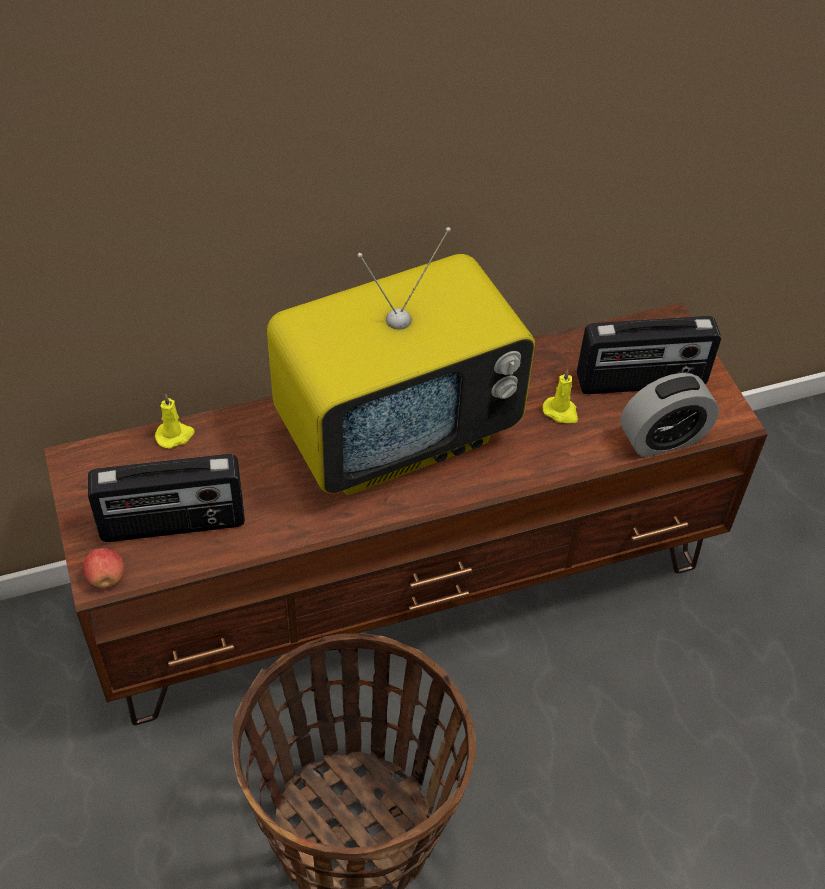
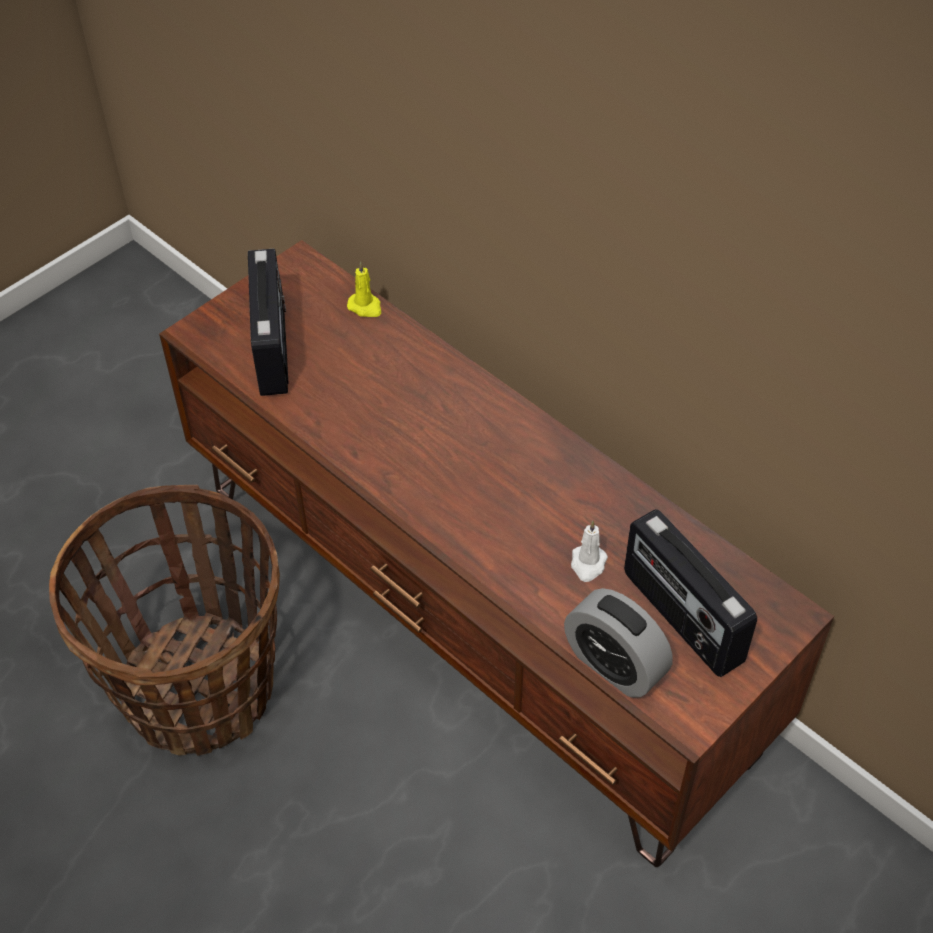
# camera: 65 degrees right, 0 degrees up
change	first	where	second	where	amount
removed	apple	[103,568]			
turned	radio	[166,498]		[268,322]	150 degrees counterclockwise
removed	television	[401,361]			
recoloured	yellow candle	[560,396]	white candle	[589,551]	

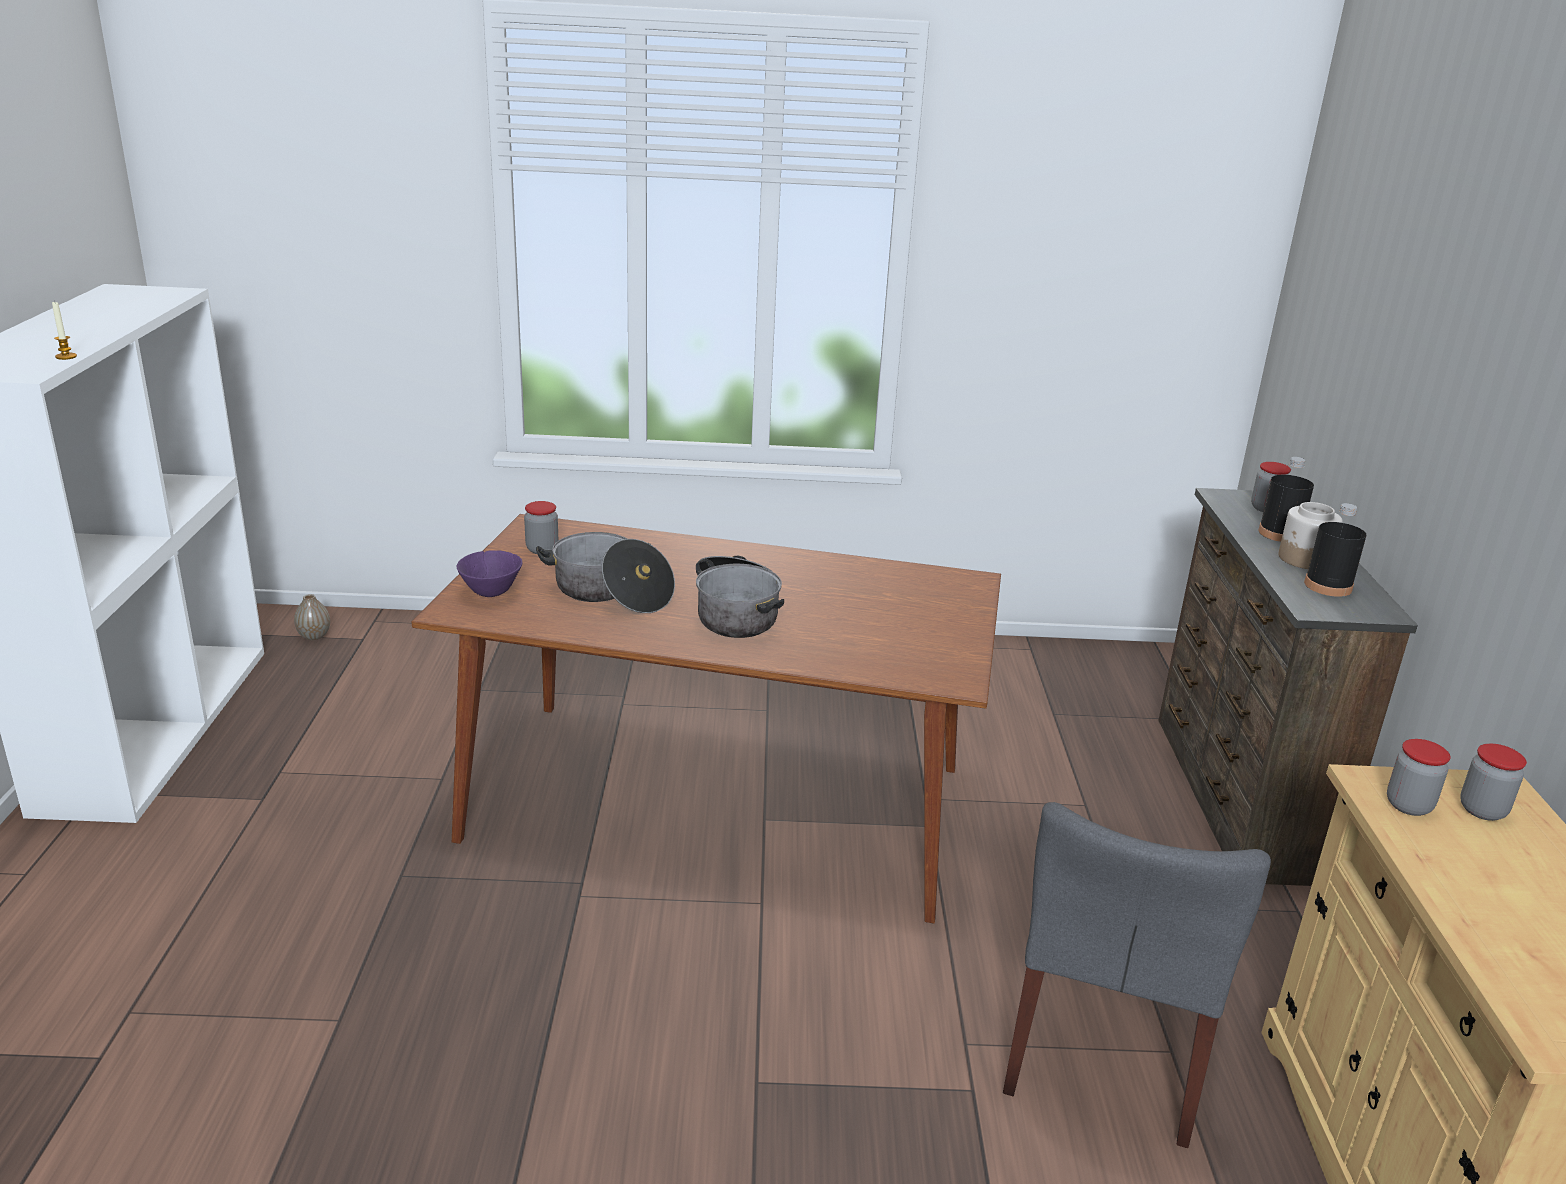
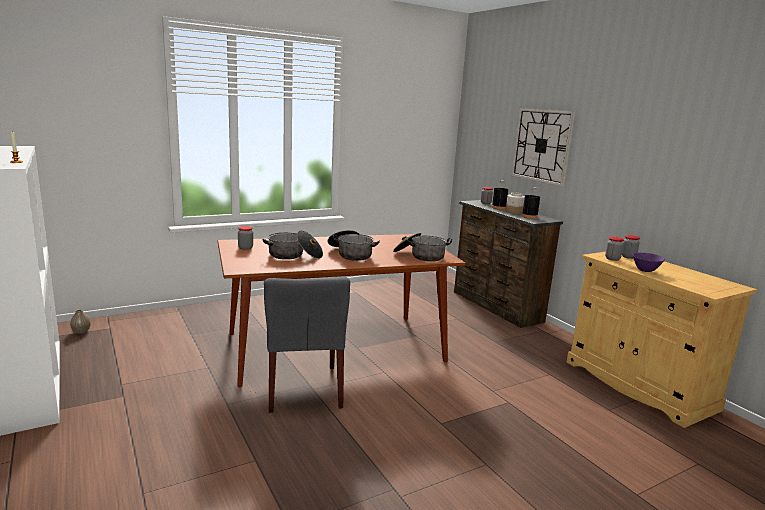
# camera: 30 degrees left, 10 degrees down
change	first	where	second	where	amount
moved	purple bowl	[490,573]		[648,262]	
moved	grey chair	[1137,975]		[307,345]	
added			cooking pot	[422,247]	
added			wall clock	[543,147]	

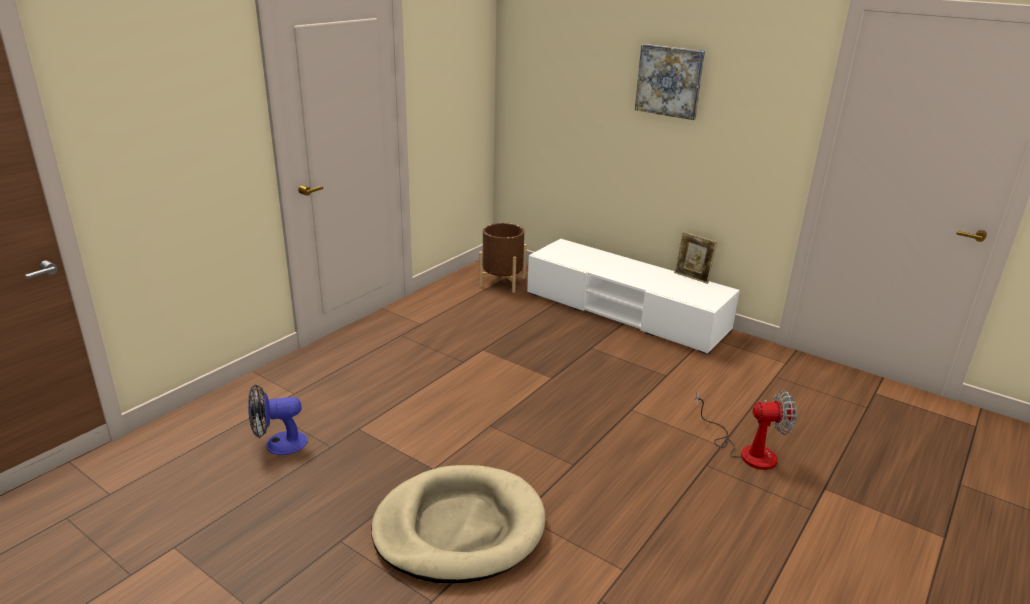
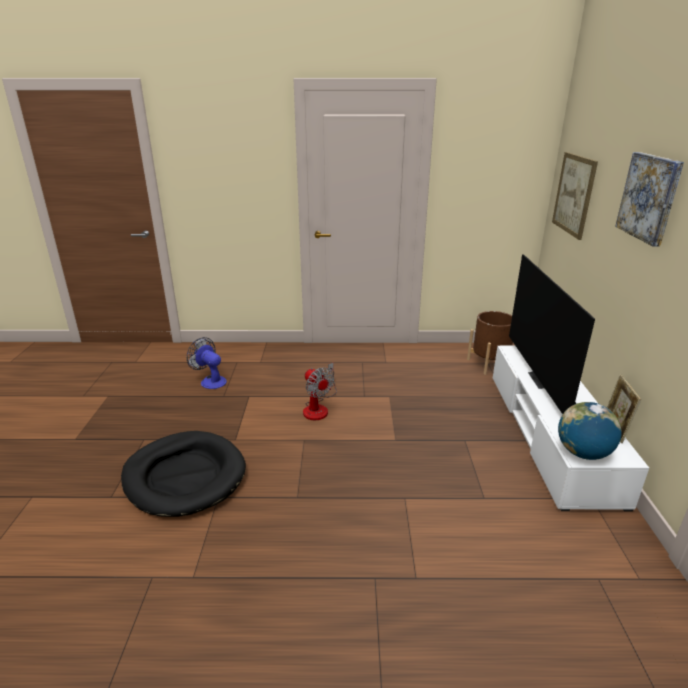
# camera: 55 degrees right, 0 degrees up
change	first	where	second	where	amount
recoloured	beige dog bed	[458,524]	black dog bed	[183,474]	
moved	fan	[746,430]		[320,391]	
added			television	[552,334]	
added			picture	[575,196]	
added			globe	[590,431]	

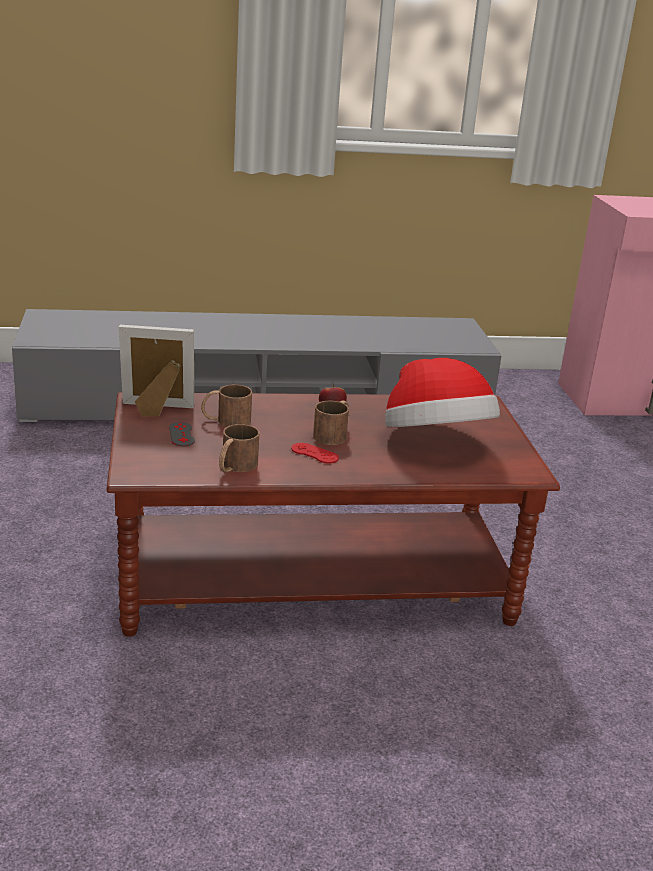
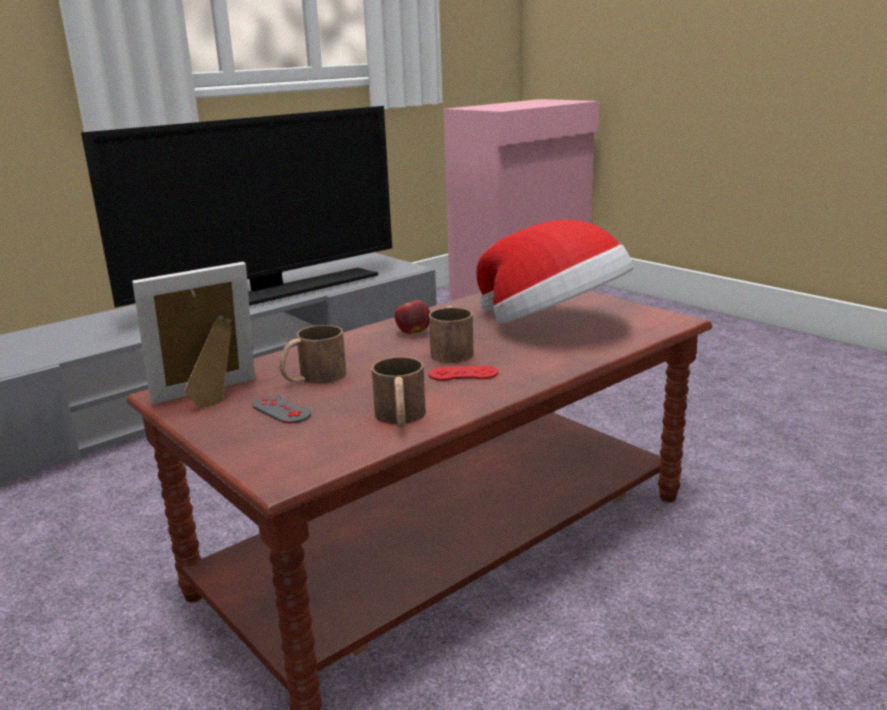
# camera: 30 degrees left, 5 degrees down
change	first	where	second	where	amount
added			television	[236,206]	

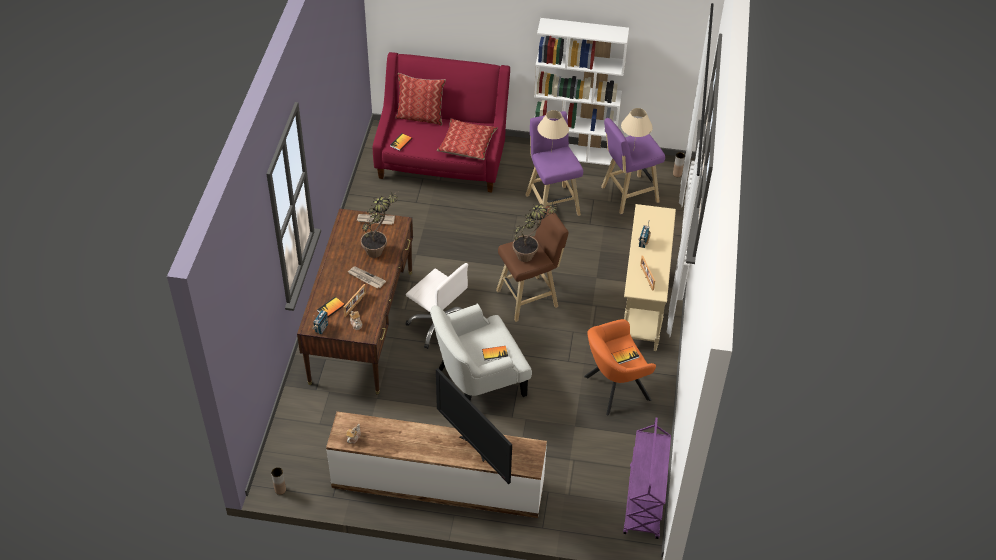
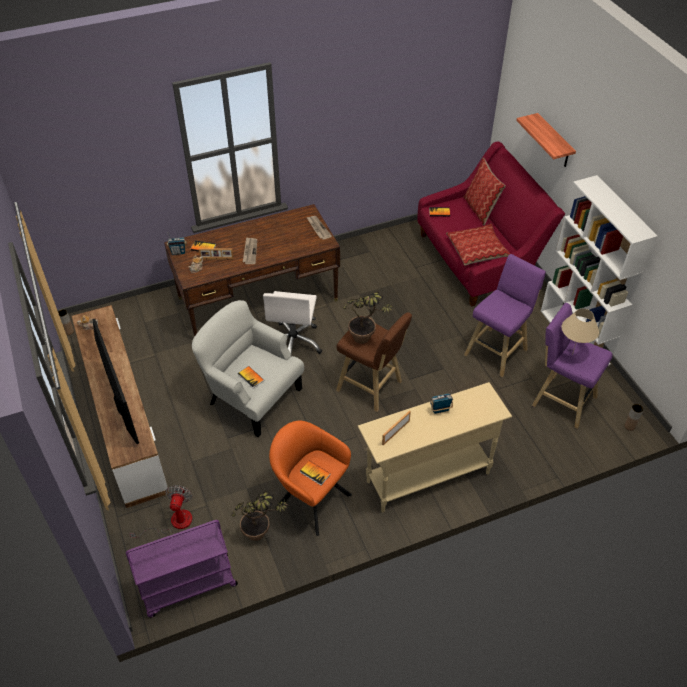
# camera: 60 degrees right, 0 degrees up
change	first	where	second	where	amount
moved	potted plant	[379,225]		[260,516]	
turned	television	[474,426]		[115,381]	135 degrees clockwise
removed	beige table lamp	[553,131]			
added			fan	[161,512]	
added			shelf	[546,140]	

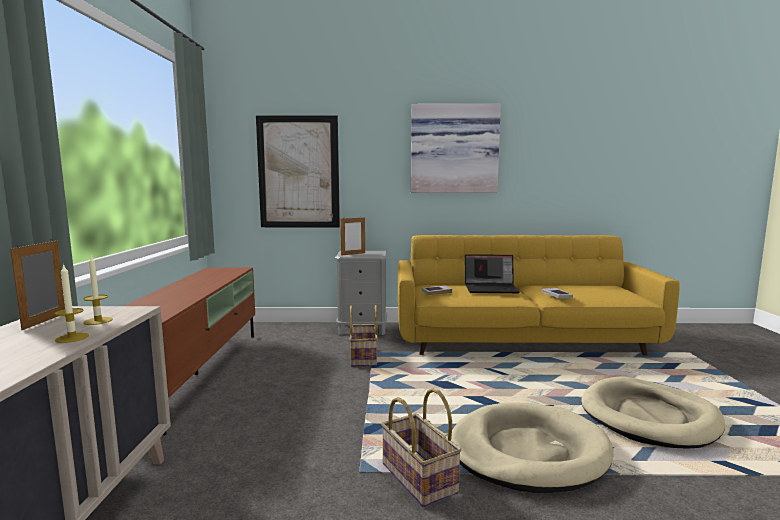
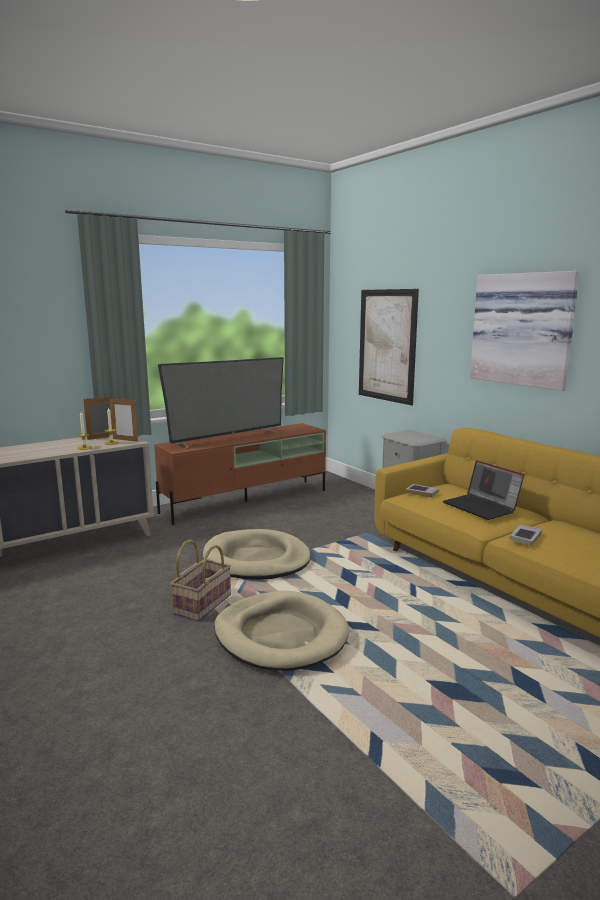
# camera: 55 degrees right, 5 degrees up
change	first	where	second	where	amount
moved	picture frame	[352,236]		[124,419]	
removed	basket	[364,336]			
moved	beige dog bed	[653,413]		[257,554]	
added			television	[221,403]	

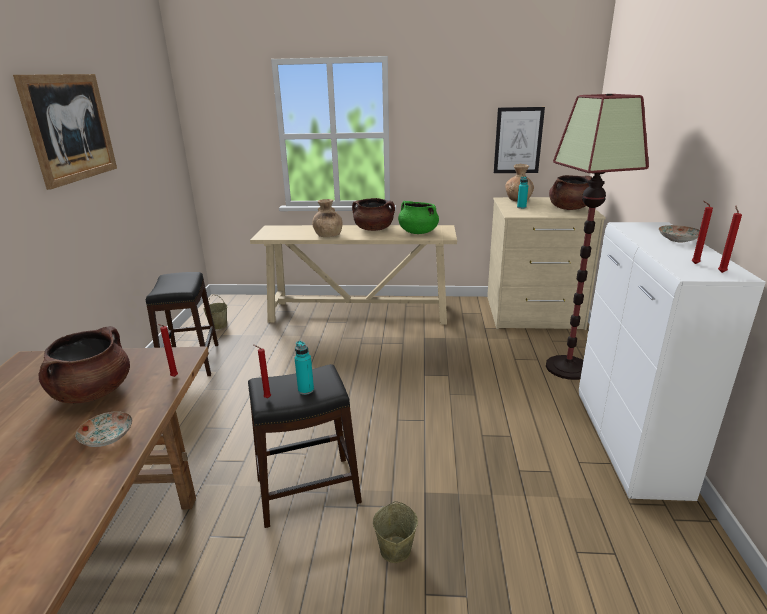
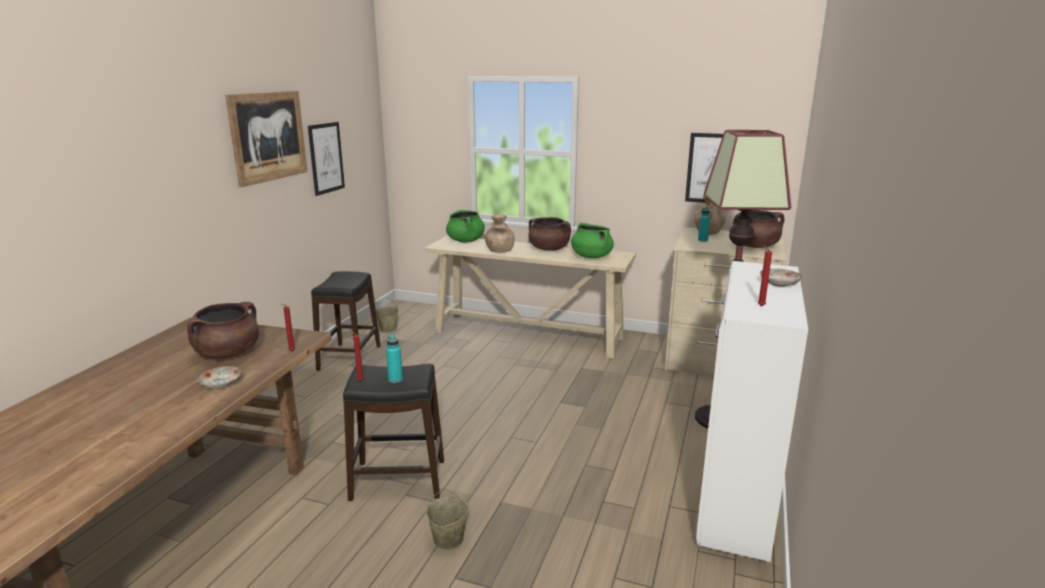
# camera: 15 degrees right, 5 degrees down
change	first	where	second	where	amount
removed	red candle	[730,239]			
added			picture	[326,159]	
added			green cooking pot	[465,226]	

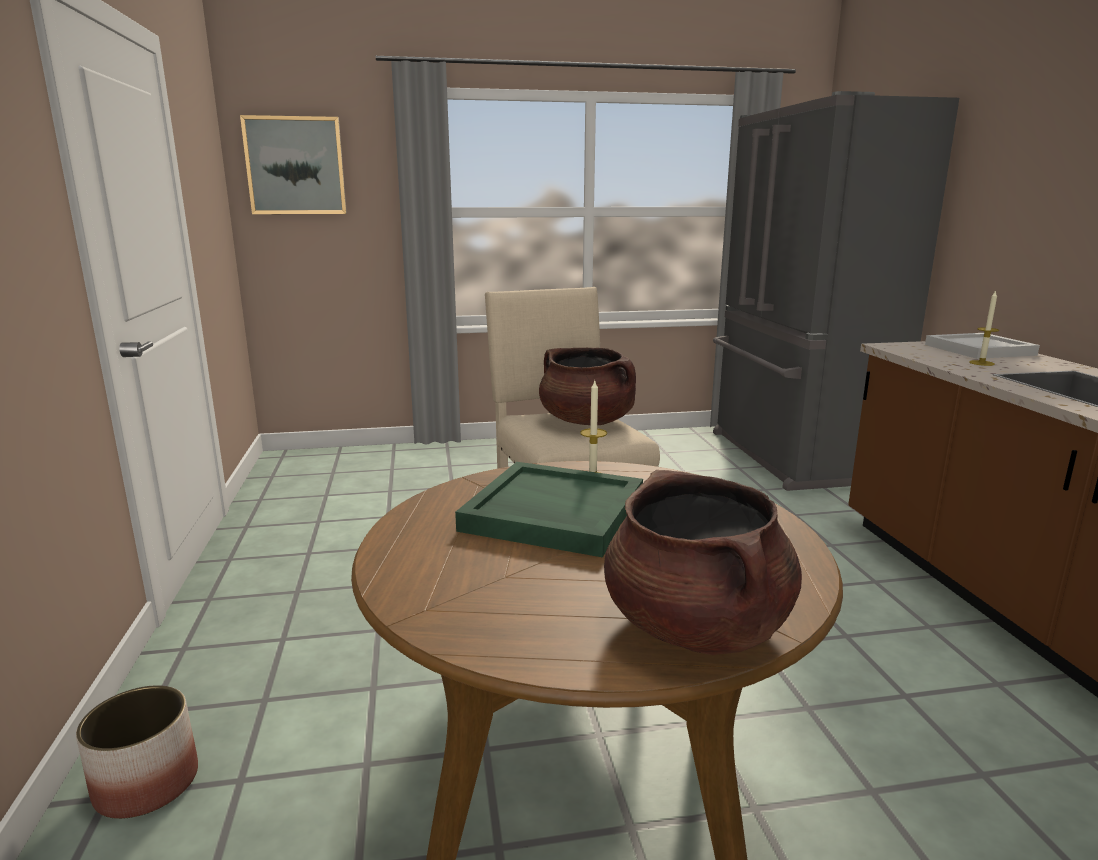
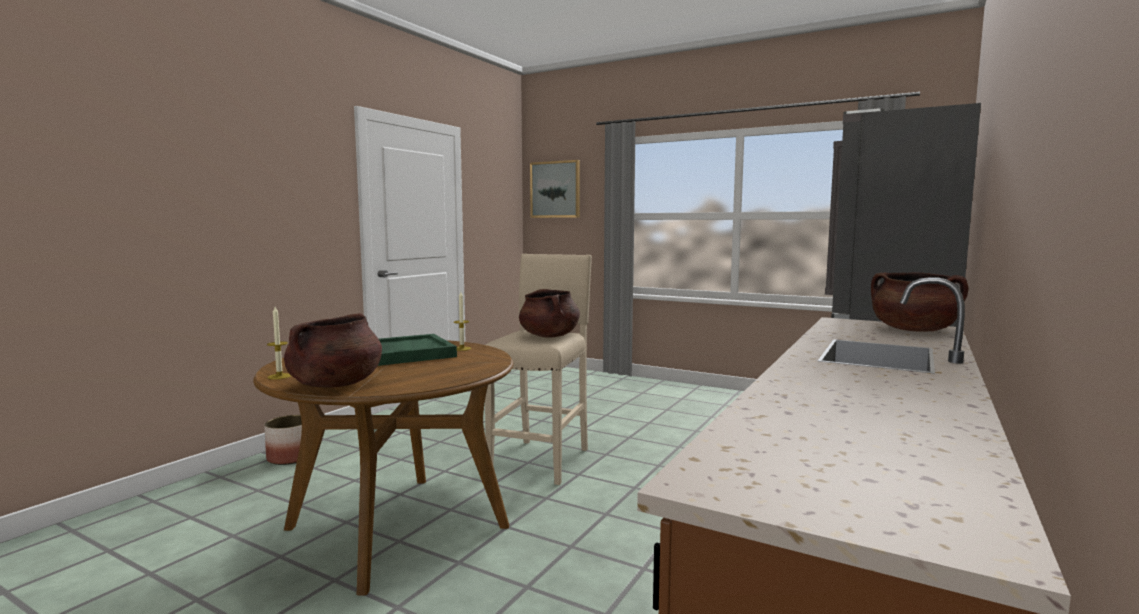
# camera: 40 degrees right, 10 degrees down
change	first	where	second	where	amount
replaced	white tray	[982,346]	brown cooking pot	[919,302]	
moved	candle	[984,328]		[279,343]	

